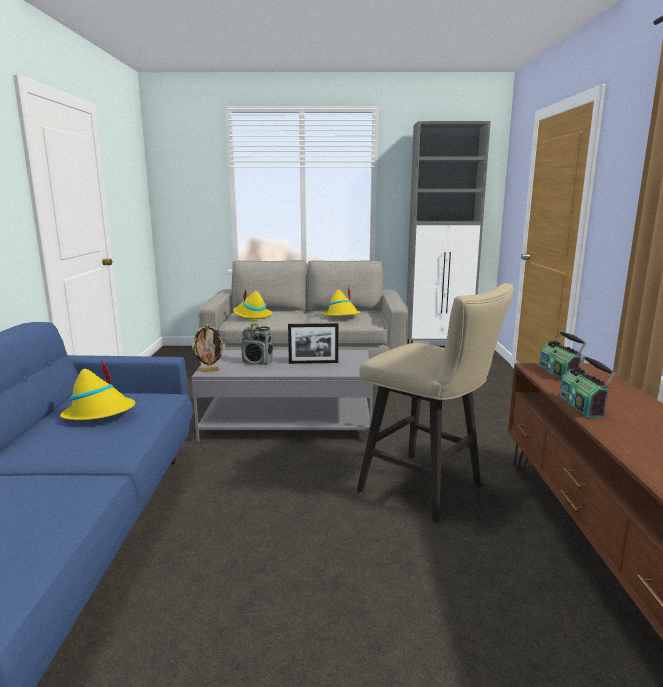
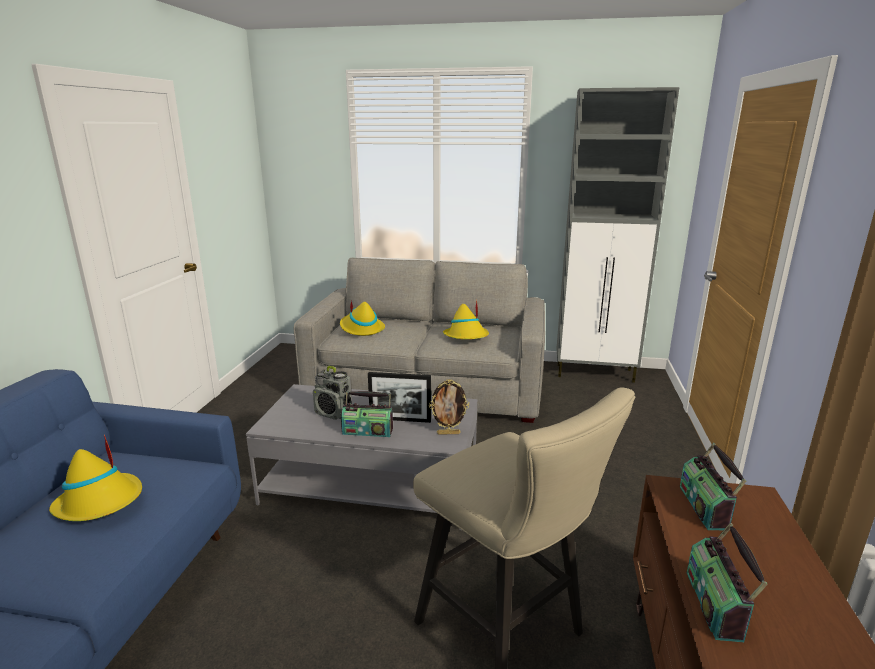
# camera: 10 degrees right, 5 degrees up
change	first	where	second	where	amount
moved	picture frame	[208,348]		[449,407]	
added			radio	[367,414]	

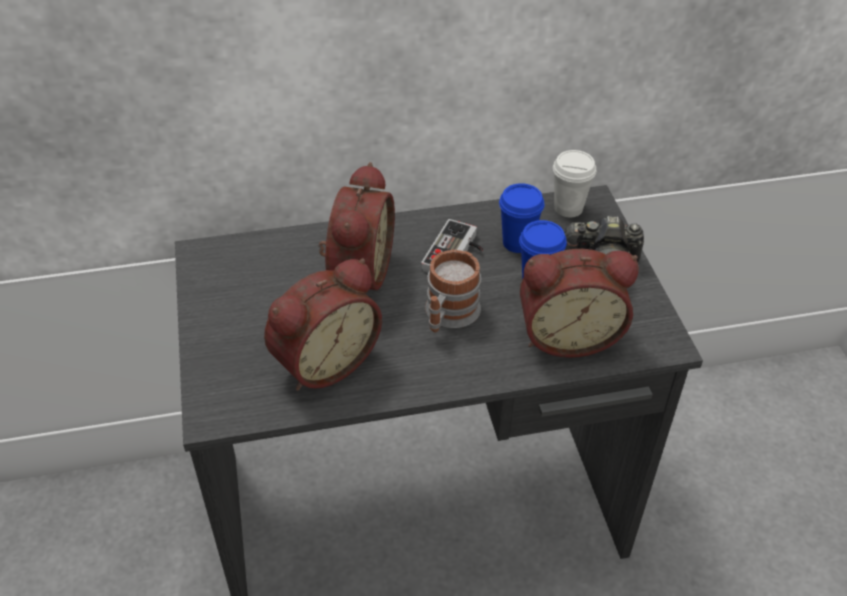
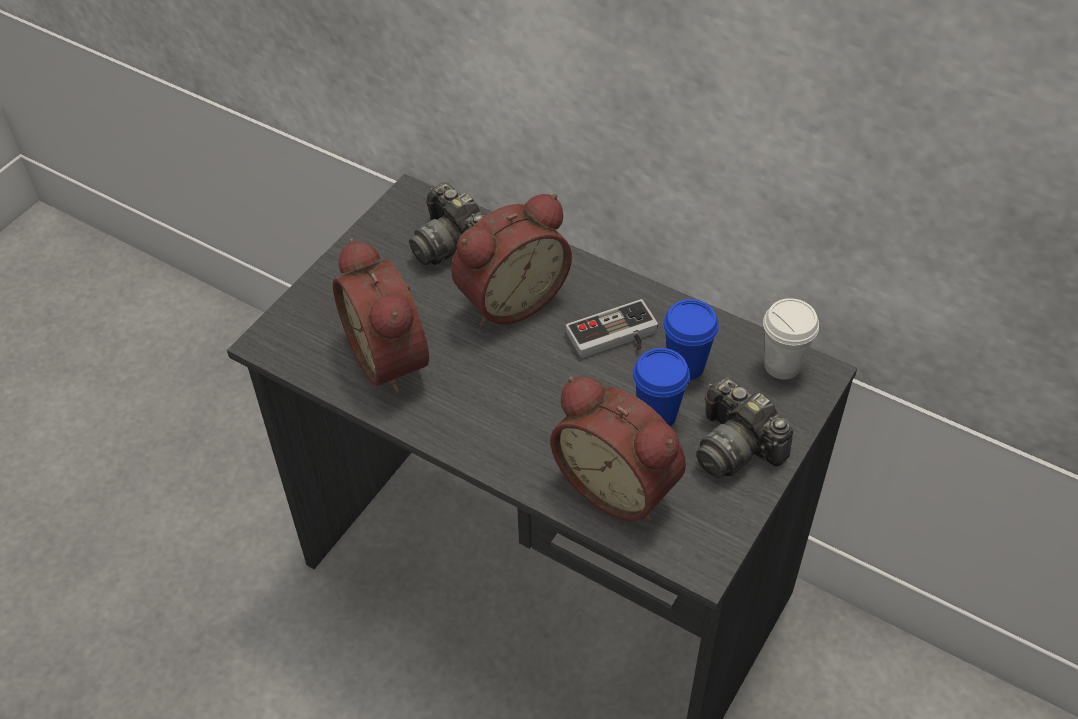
# camera: 45 degrees right, 5 degrees up
change	first	where	second	where	amount
turned	alarm clock	[323,324]		[381,316]	60 degrees clockwise
removed	mug	[453,291]			
added			photo camera	[447,223]	

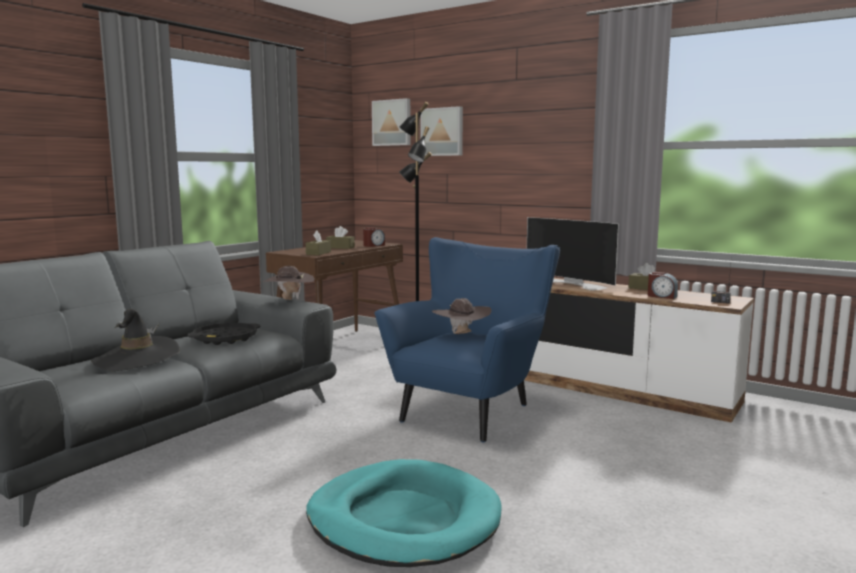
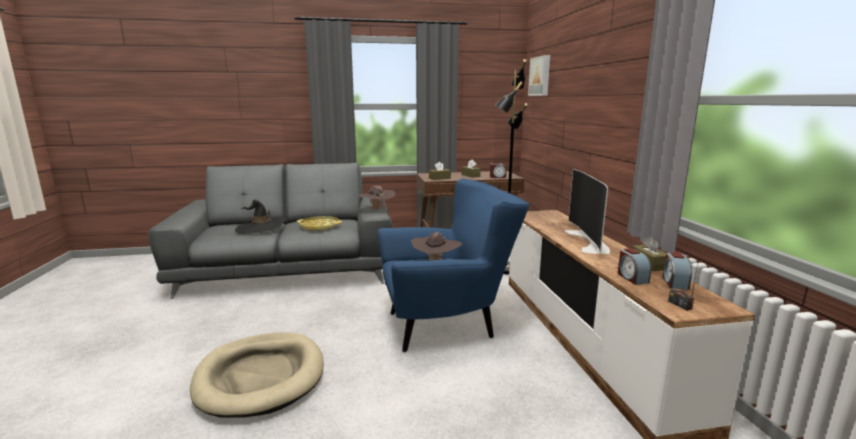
# camera: 45 degrees right, 5 degrees up
change	first	where	second	where	amount
recoloured	black tray	[224,334]	yellow tray	[319,223]	
recoloured	turquoise dog bed	[403,513]	beige dog bed	[257,375]	
removed	picture	[441,131]			
added			alarm clock	[677,271]	

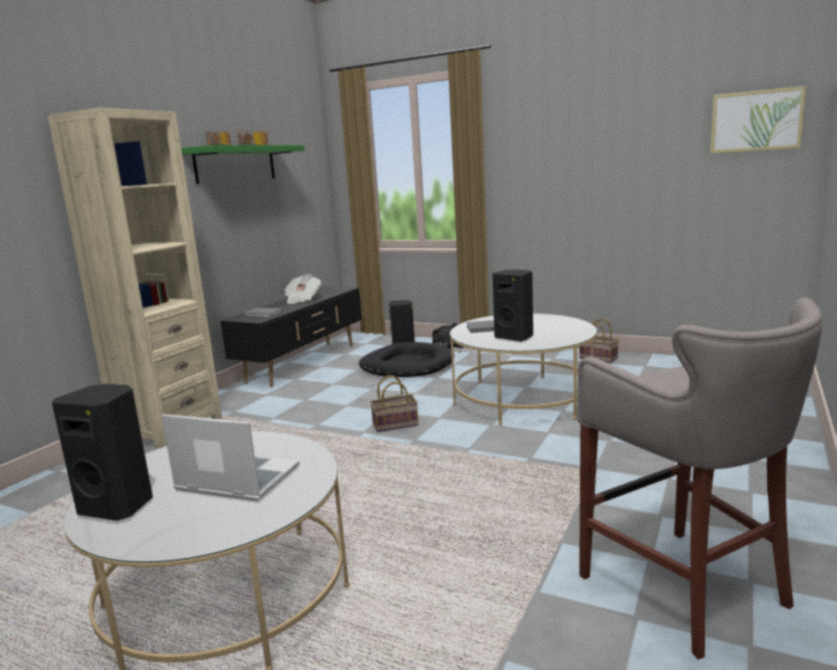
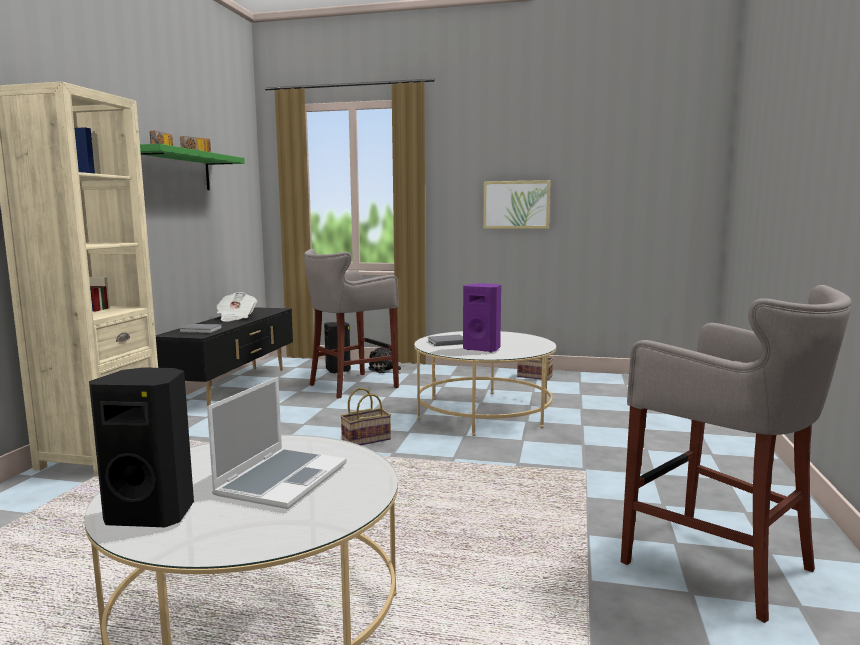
# camera: 15 degrees left, 5 degrees down
change	first	where	second	where	amount
turned	laptop	[231,457]		[277,443]	105 degrees clockwise
replaced	black dog bed	[405,359]	grey stool	[351,324]	
recoloured	black speaker	[512,305]	purple speaker	[482,318]	
moved	picture	[758,120]		[516,204]	

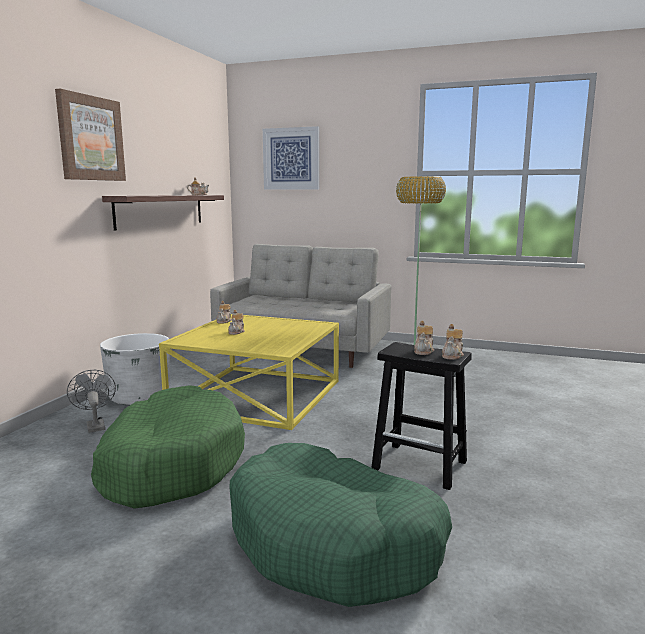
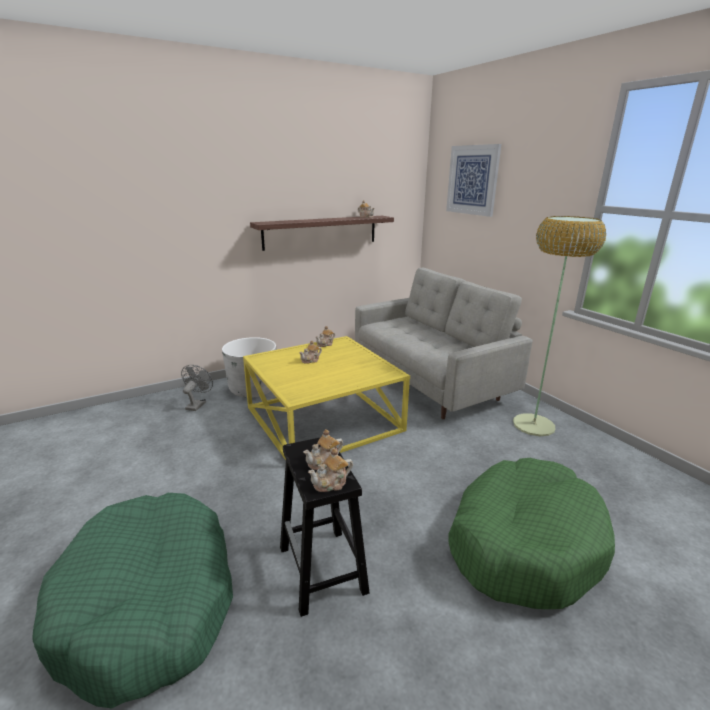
# camera: 40 degrees right, 10 degrees up
change	first	where	second	where	amount
removed	picture	[90,135]			
moved	green dog bed	[168,447]		[531,533]	

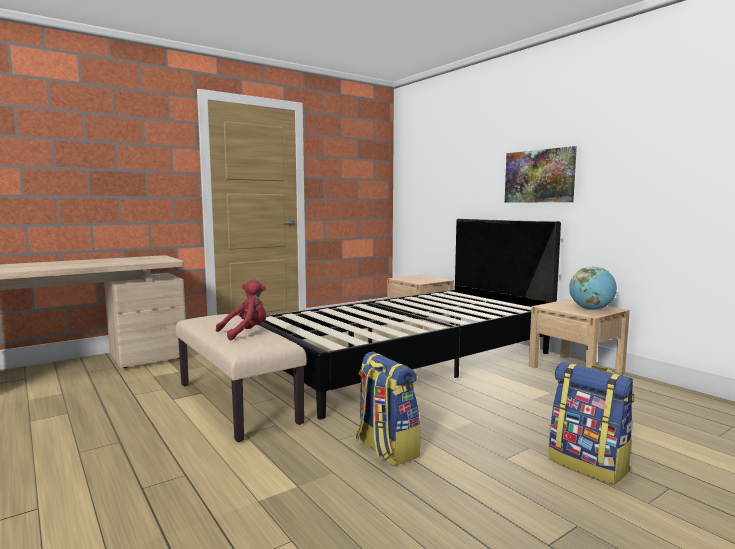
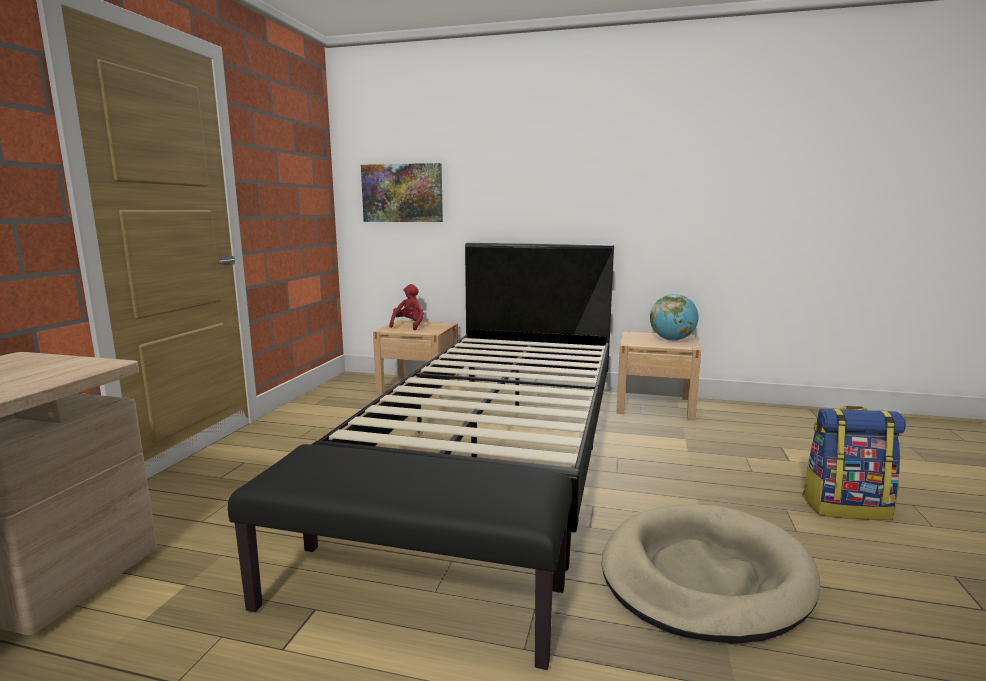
# camera: 40 degrees left, 5 degrees up
change	first	where	second	where	amount
recoloured	beige bench	[241,378]	black bench	[400,557]	
moved	red plush toy	[241,310]		[406,307]	
replaced	backpack	[388,409]	beige dog bed	[711,574]	
moved	picture	[541,174]		[402,192]	

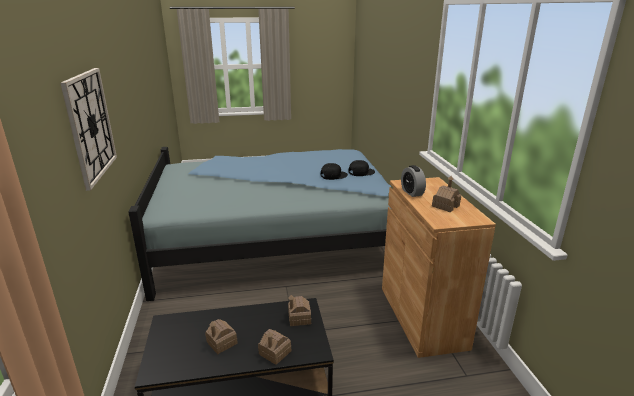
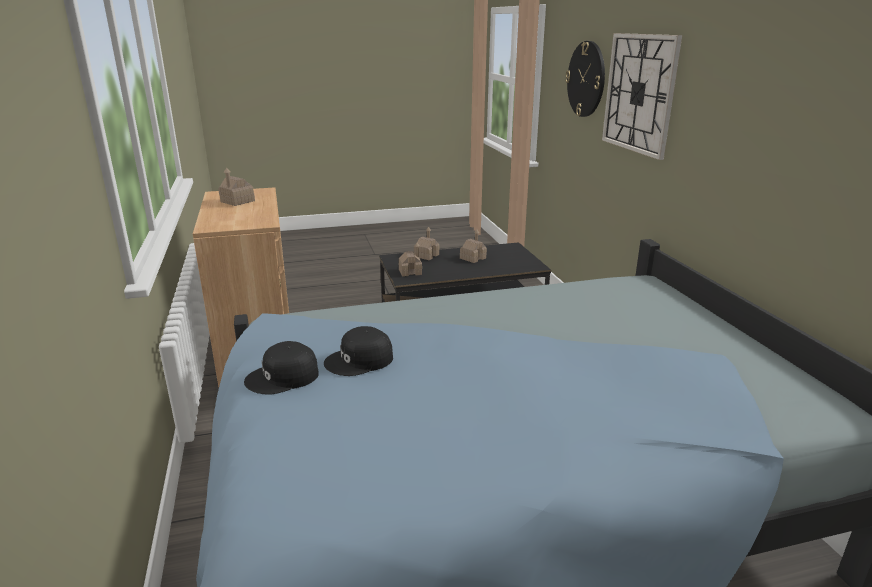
# camera: 175 degrees right, 0 degrees up
change	first	where	second	where	amount
removed	alarm clock	[413,181]			
added			wall clock	[585,79]	

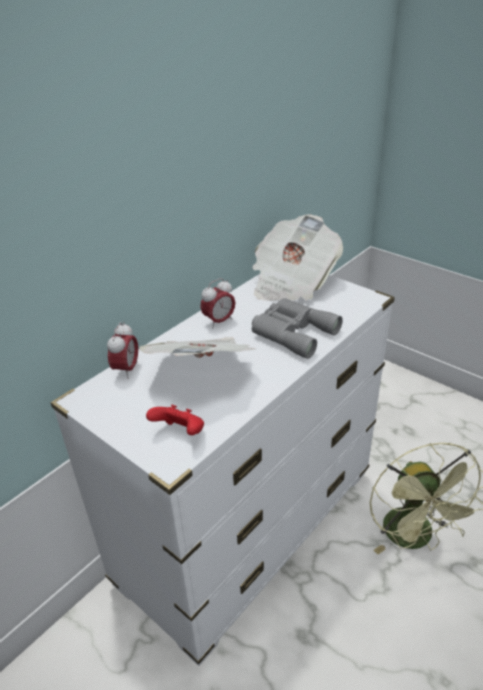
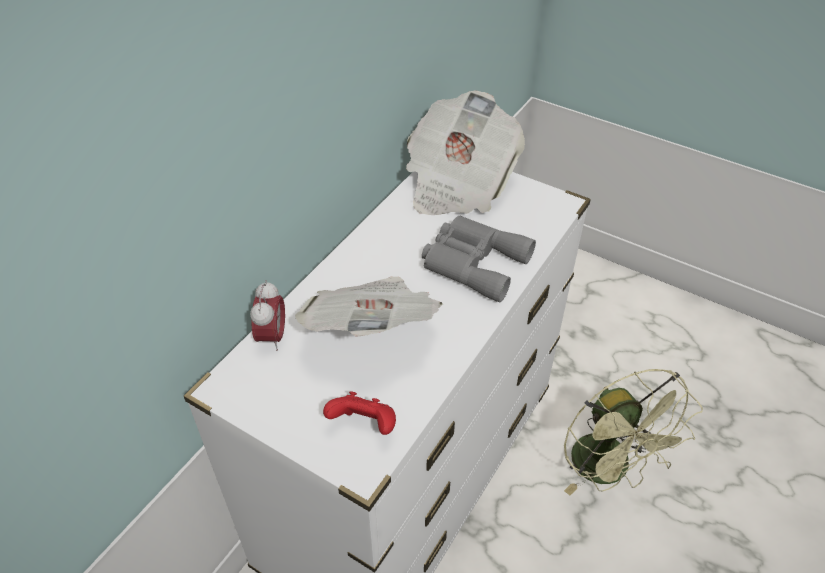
# camera: 10 degrees left, 10 degrees up
change	first	where	second	where	amount
removed	alarm clock	[217,303]			

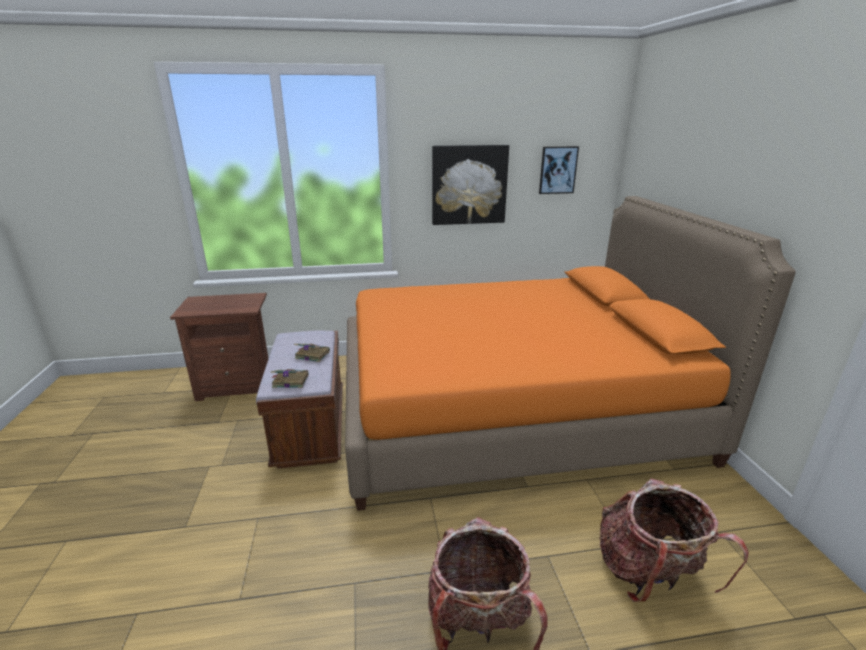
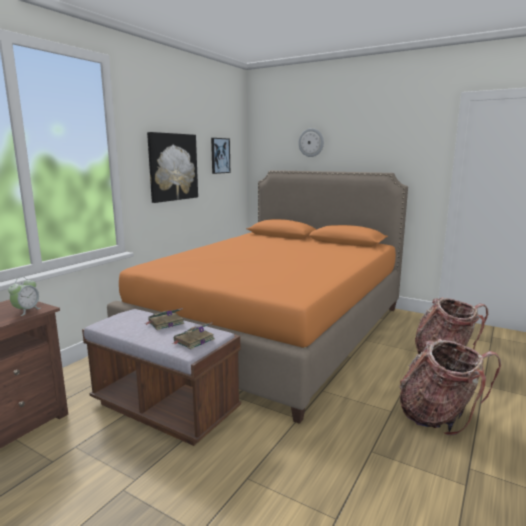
# camera: 50 degrees left, 10 degrees down
change	first	where	second	where	amount
added			alarm clock	[24,296]	
added			wall clock	[311,142]	

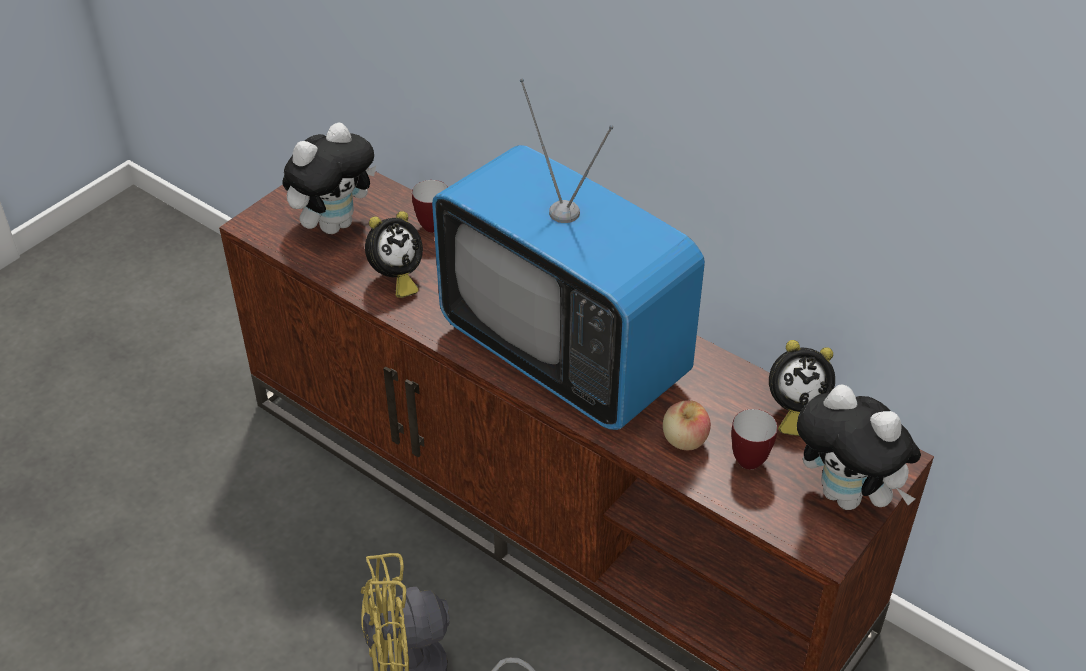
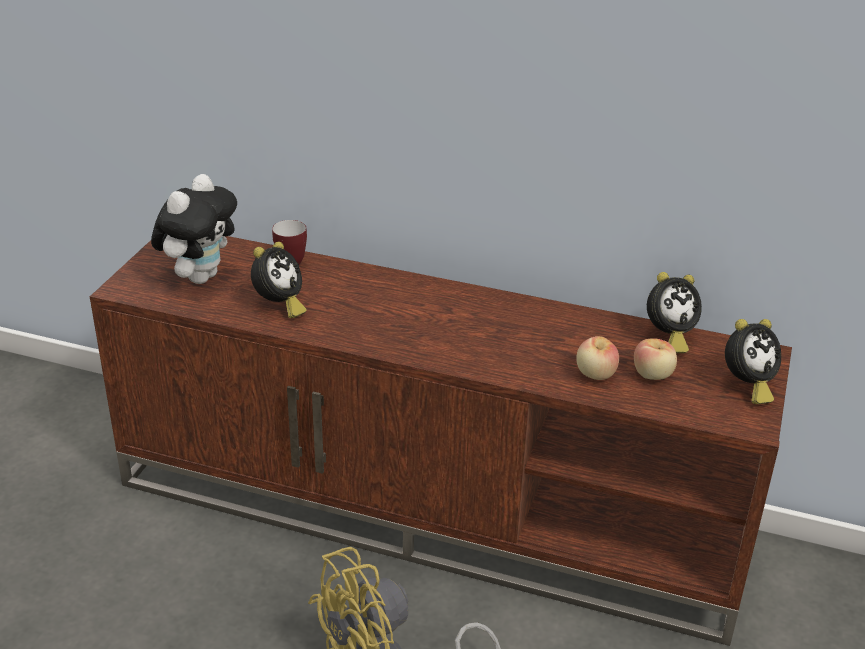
# camera: 20 degrees left, 10 degrees down
change	first	where	second	where	amount
removed	television	[568,254]			
replaced	mug	[754,439]	apple	[655,359]	
replaced	plush toy	[859,447]	alarm clock	[753,361]	

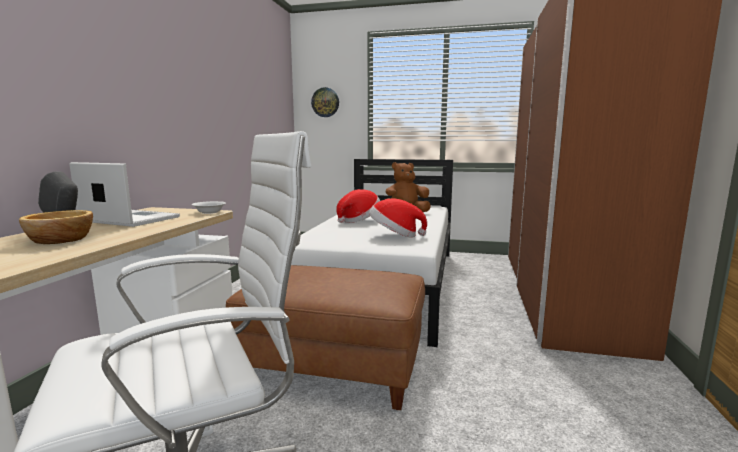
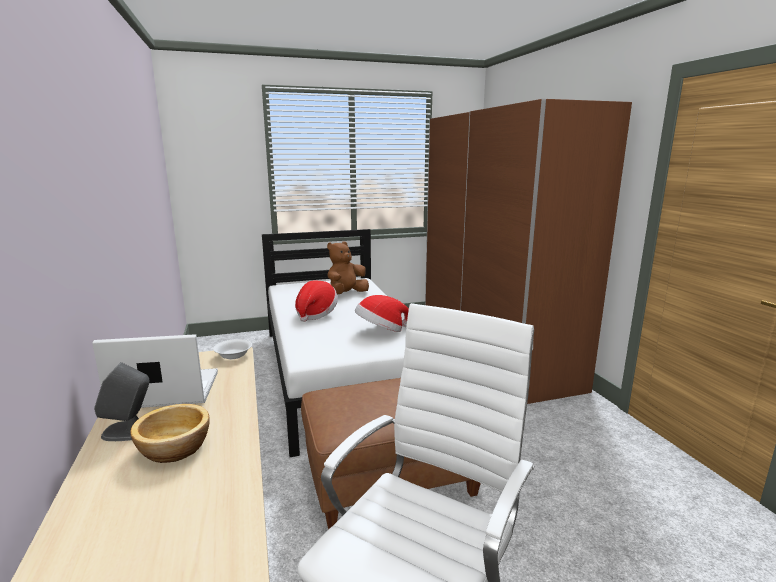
# camera: 30 degrees left, 5 degrees up
change	first	where	second	where	amount
removed	wall clock	[325,102]			

